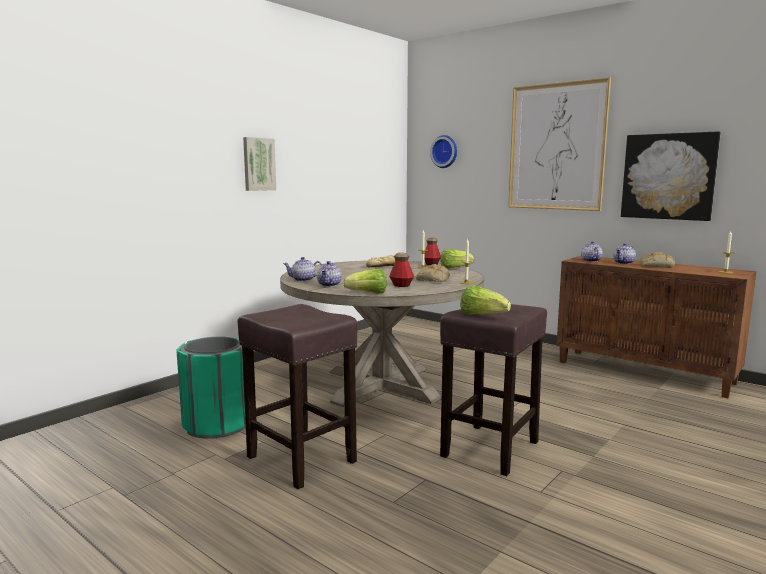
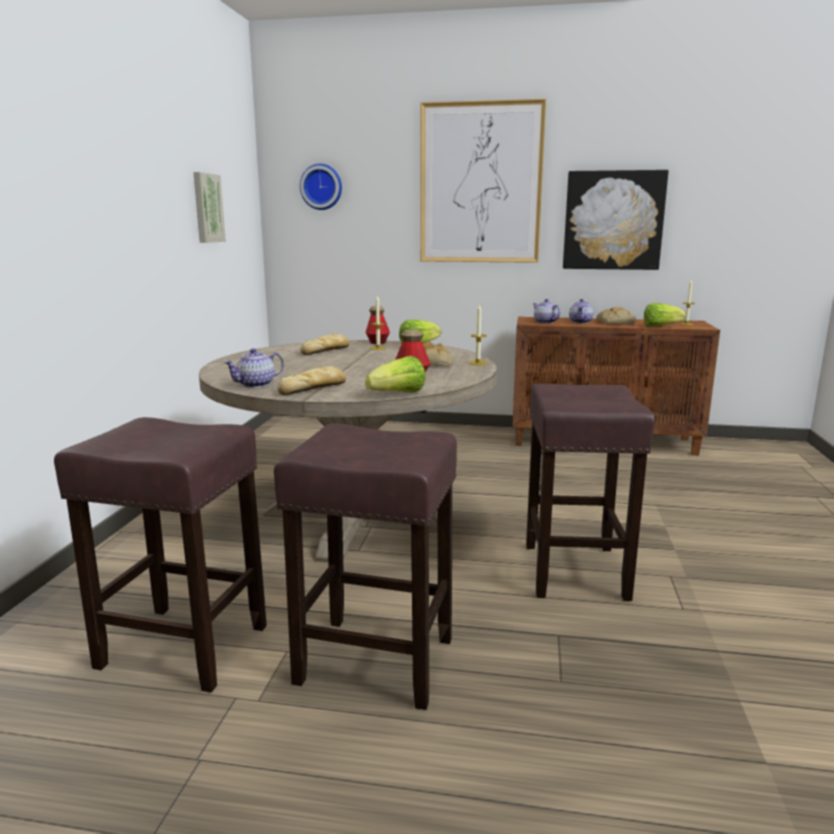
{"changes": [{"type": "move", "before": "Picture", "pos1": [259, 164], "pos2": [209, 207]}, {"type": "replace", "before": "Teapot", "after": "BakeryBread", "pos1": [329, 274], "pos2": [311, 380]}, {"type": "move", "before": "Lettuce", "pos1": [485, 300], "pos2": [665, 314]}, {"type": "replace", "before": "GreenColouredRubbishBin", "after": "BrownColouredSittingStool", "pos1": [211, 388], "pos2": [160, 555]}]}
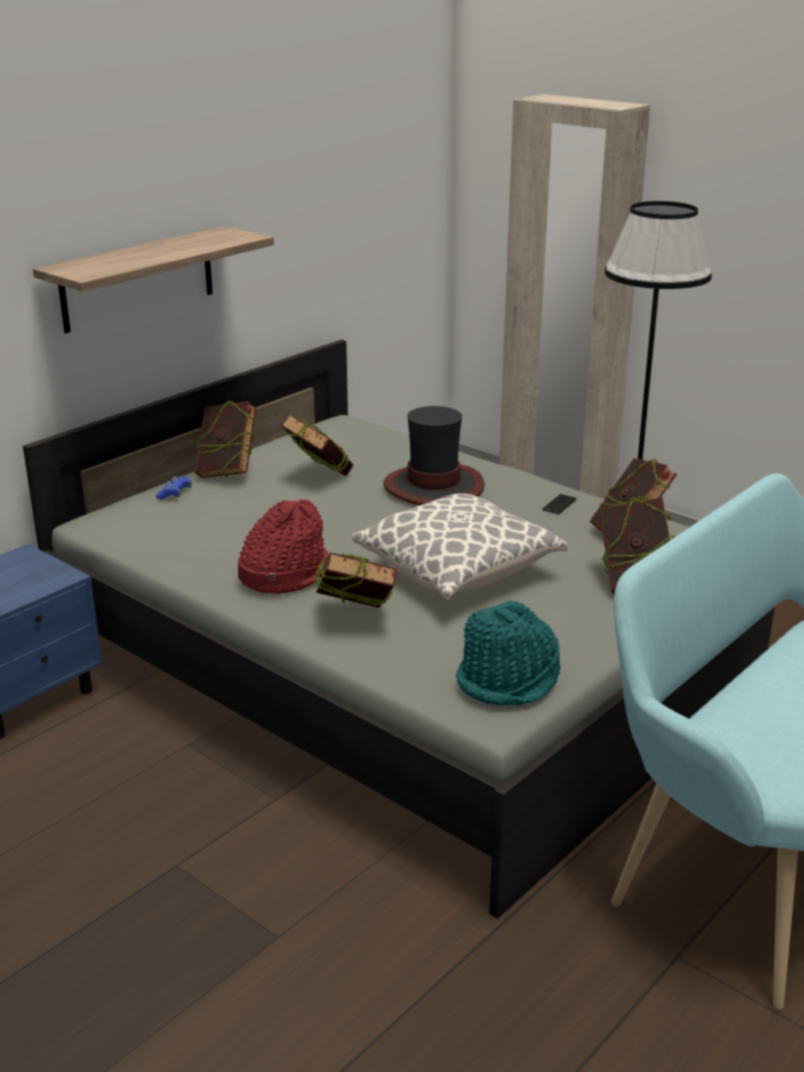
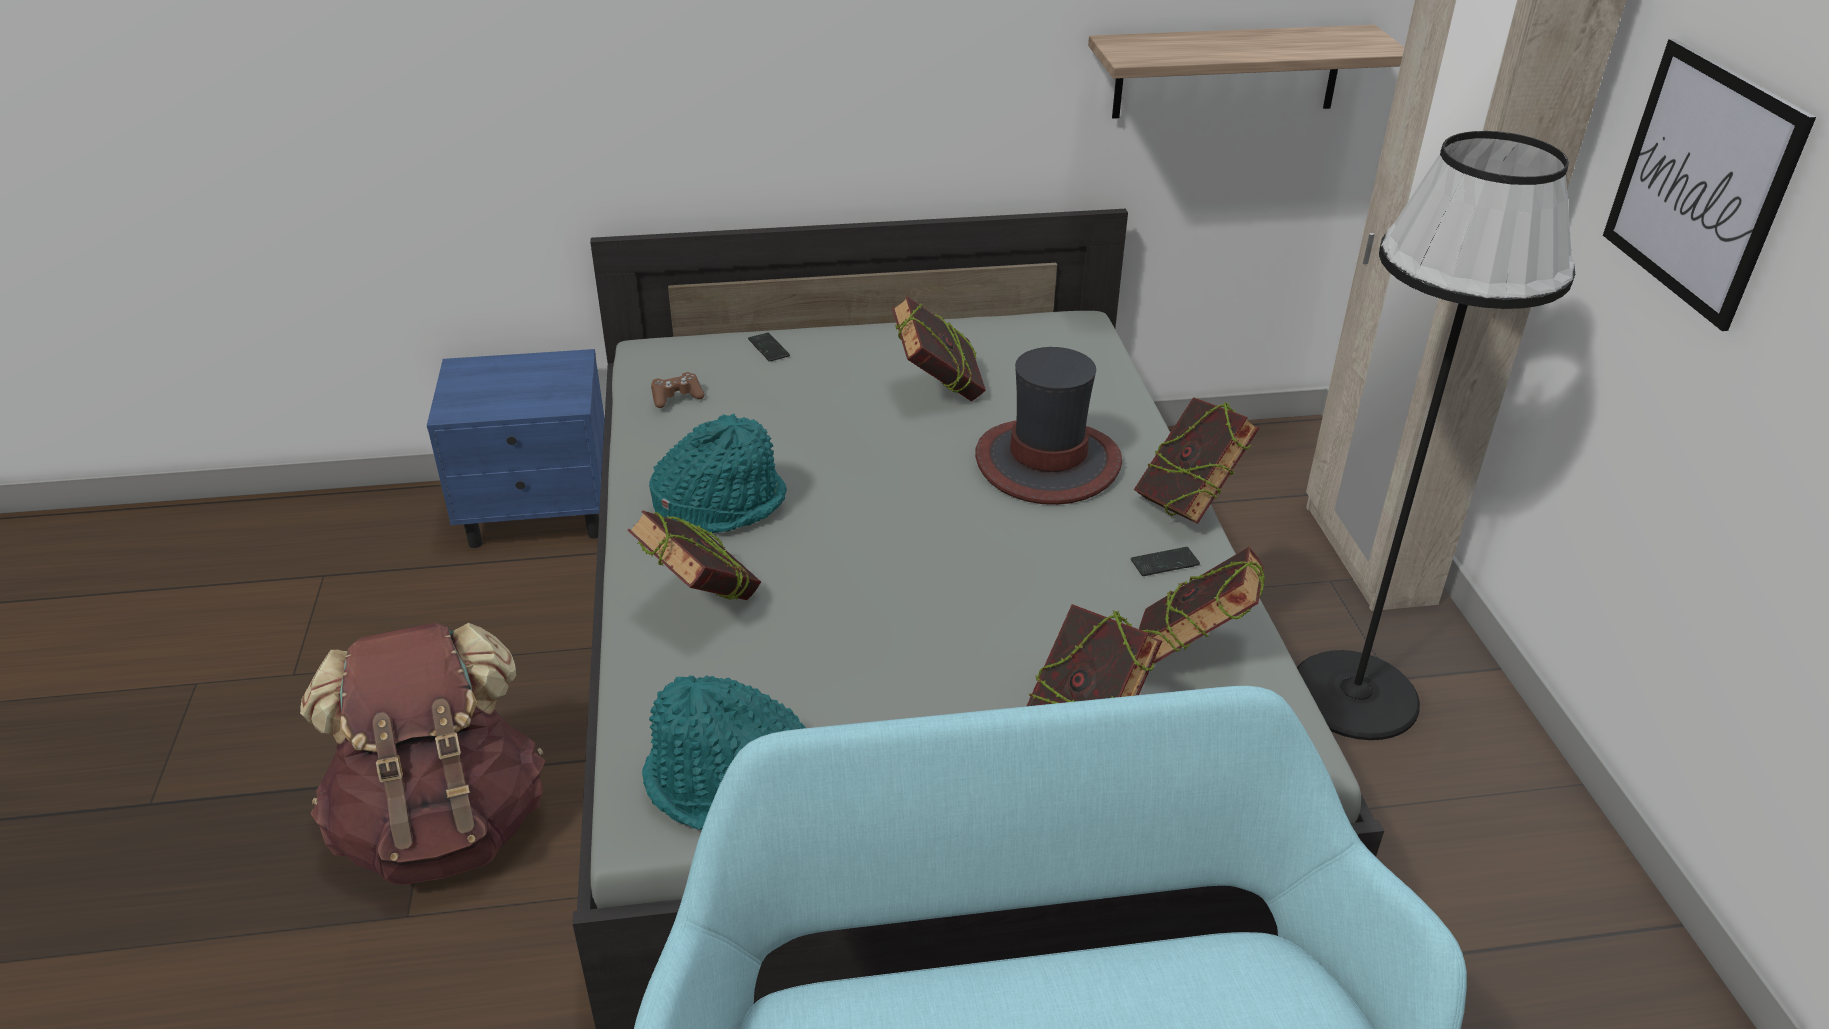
{"changes": [{"type": "move", "before": "BracketShelf", "pos1": [153, 279], "pos2": [1246, 72]}, {"type": "move", "before": "BoundBook", "pos1": [225, 439], "pos2": [1196, 460]}, {"type": "replace", "before": "BluishJoypad", "after": "Telephone", "pos1": [174, 487], "pos2": [769, 347]}, {"type": "delete", "before": "Cushion", "pos1": [460, 546]}, {"type": "recolor", "before": "ReddishHat", "after": "TurquoiseColouredHat", "pos1": [283, 546], "pos2": [718, 473]}, {"type": "insert", "after": "Picture", "pos2": [1709, 185]}, {"type": "insert", "after": "BrownColouredJoypad", "pos2": [678, 390]}, {"type": "insert", "after": "BrownColouredKnapsack", "pos2": [422, 754]}]}
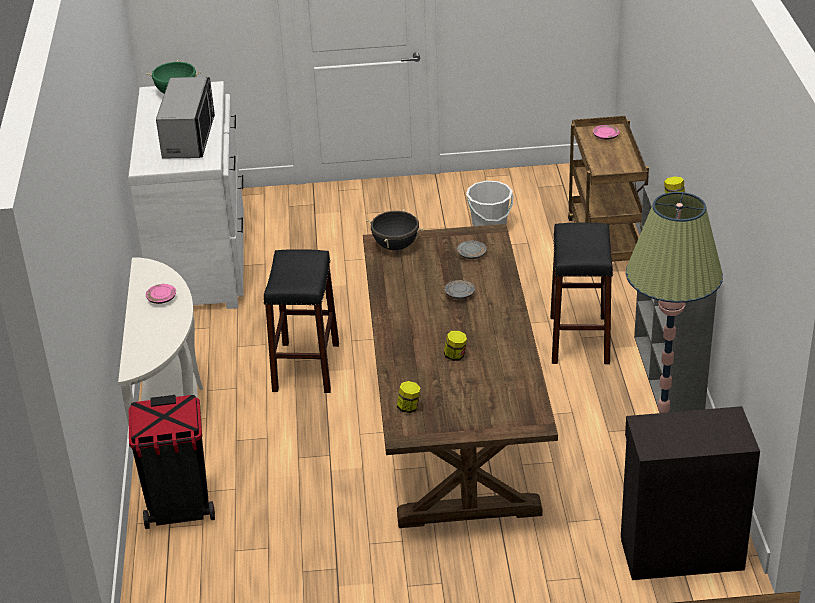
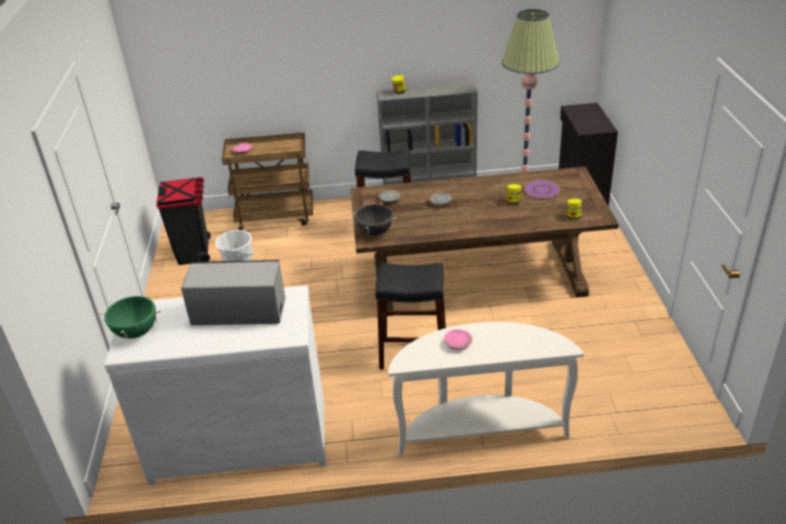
{"changes": [{"type": "move", "before": "BlackColouredRubbishBin", "pos1": [172, 462], "pos2": [183, 221]}, {"type": "insert", "after": "PurpleColouredPlate", "pos2": [542, 189]}]}
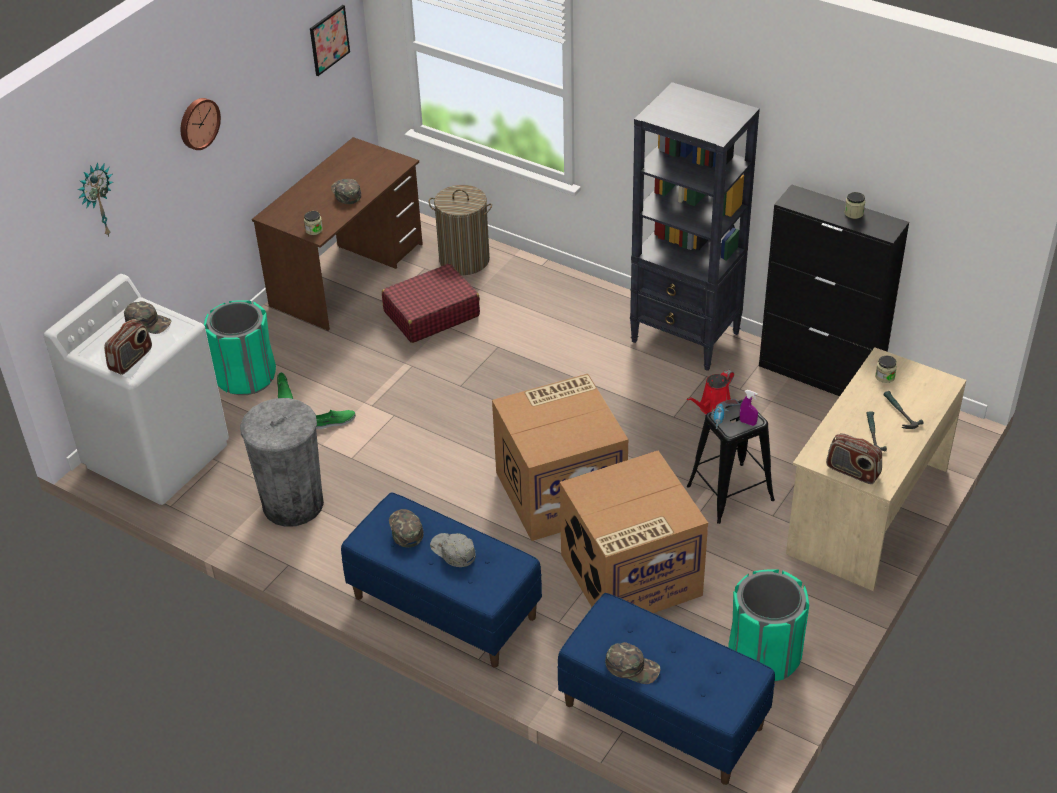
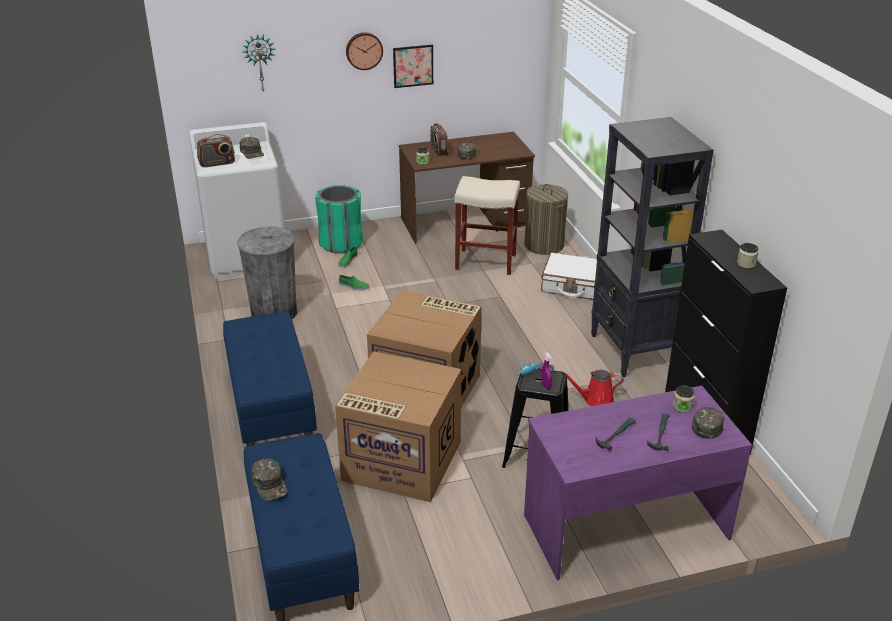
{"changes": [{"type": "move", "before": "Picture", "pos1": [330, 40], "pos2": [413, 66]}, {"type": "replace", "before": "ReddishTravelCase", "after": "BeigeSittingStool", "pos1": [431, 303], "pos2": [487, 225]}, {"type": "recolor", "before": "BeigeDeskUnit", "after": "PurpleColouredDeskUnit", "pos1": [876, 469], "pos2": [638, 483]}, {"type": "move", "before": "Radio", "pos1": [854, 458], "pos2": [439, 139]}, {"type": "move", "before": "GreenColouredCap", "pos1": [406, 528], "pos2": [708, 423]}, {"type": "delete", "before": "GreyishCap", "pos1": [453, 550]}, {"type": "delete", "before": "GreenColouredRubbishBin", "pos1": [768, 625]}, {"type": "insert", "after": "WhitishTravelCase", "pos2": [569, 276]}]}
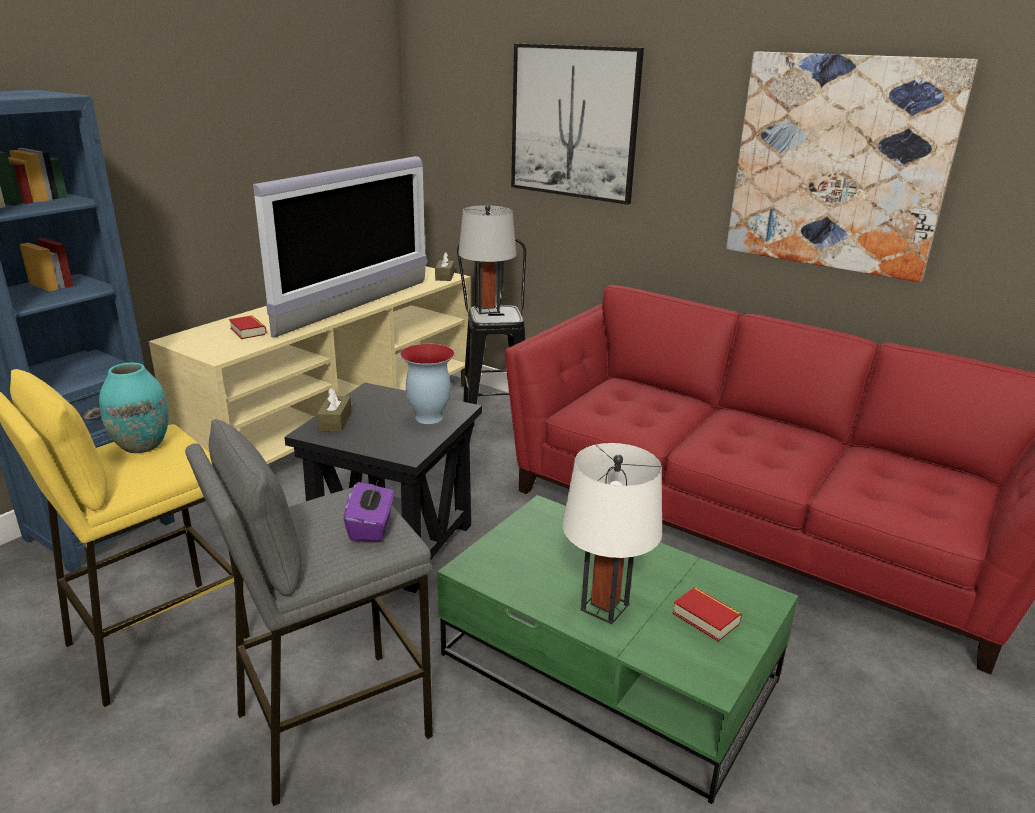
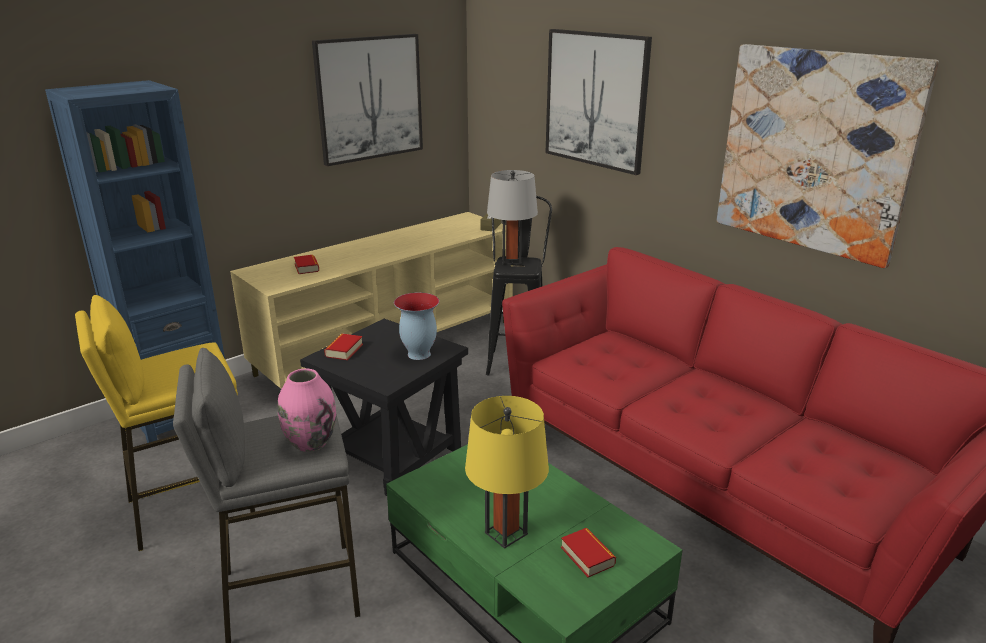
{"changes": [{"type": "delete", "before": "TvSet", "pos1": [340, 247]}, {"type": "delete", "before": "TurquoiseColouredFlowerVase", "pos1": [134, 408]}, {"type": "replace", "before": "BrownColouredTissueHolder", "after": "BoundBook", "pos1": [334, 410], "pos2": [343, 346]}, {"type": "recolor", "before": "WhitishLampForATable", "after": "YellowLampForATable", "pos1": [612, 533], "pos2": [507, 472]}, {"type": "replace", "before": "PurpleColouredTissueHolder", "after": "PinkishFlowerVase", "pos1": [368, 510], "pos2": [307, 410]}, {"type": "insert", "after": "Picture", "pos2": [367, 100]}]}
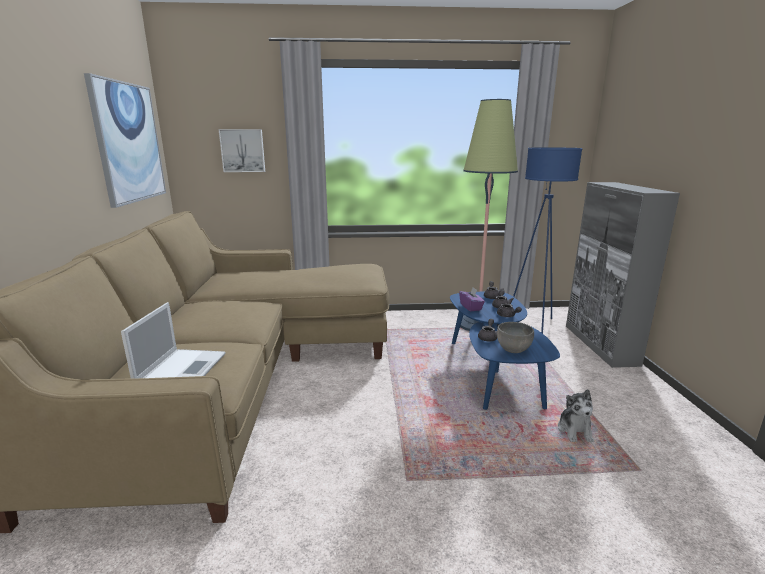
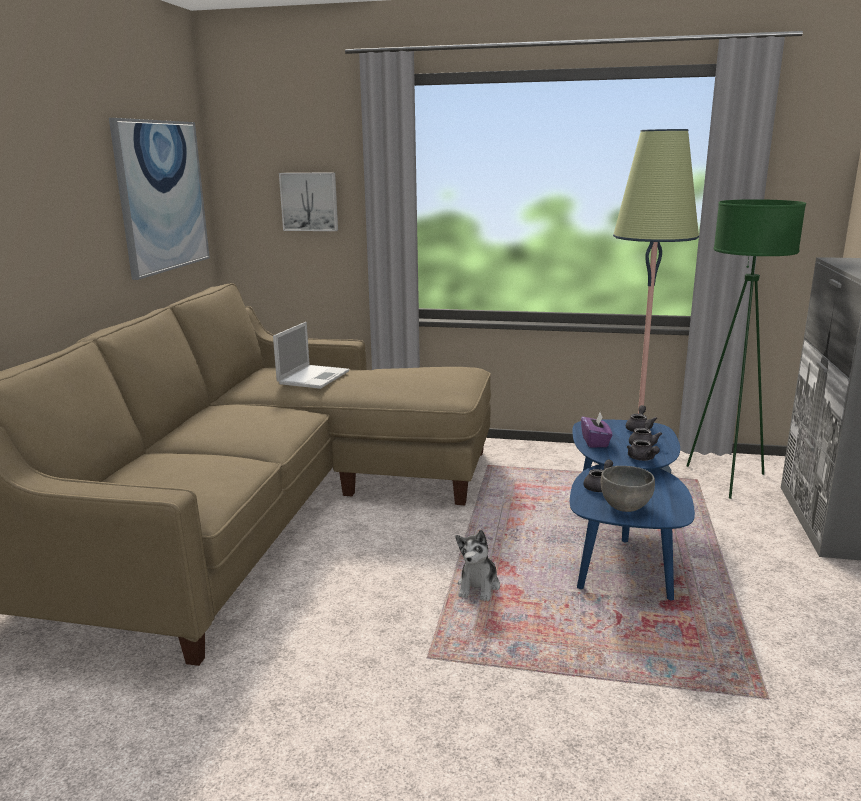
{"changes": [{"type": "recolor", "before": "BluishStandingLamp", "after": "GreenColouredStandingLamp", "pos1": [547, 240], "pos2": [746, 349]}, {"type": "move", "before": "NotebookComputer", "pos1": [173, 340], "pos2": [311, 355]}, {"type": "move", "before": "SoftToy", "pos1": [576, 415], "pos2": [478, 565]}]}
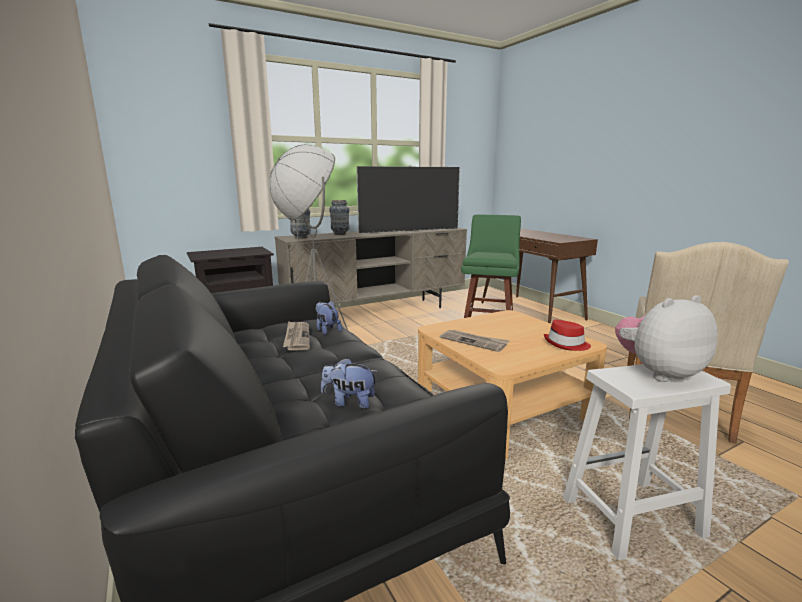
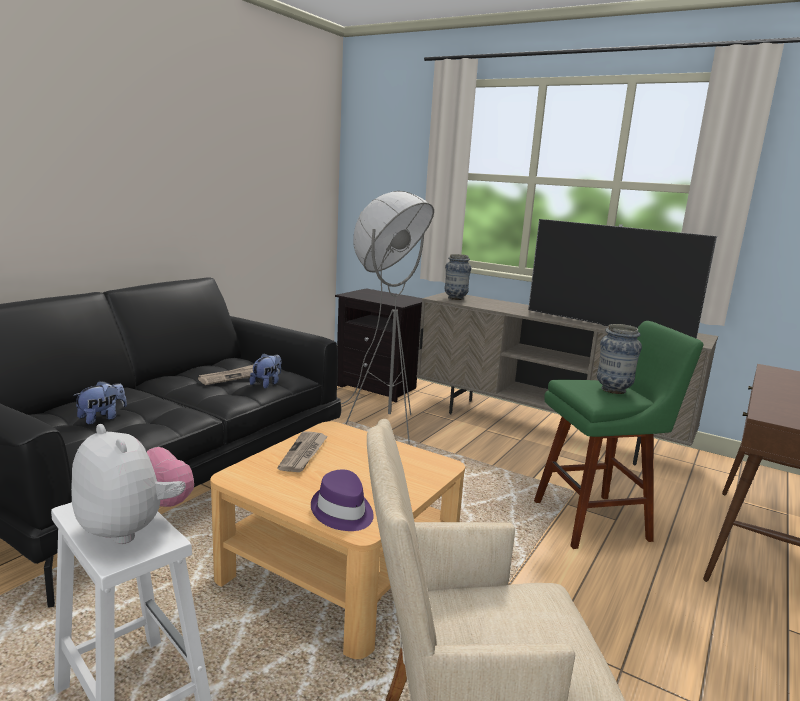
{"changes": [{"type": "move", "before": "FlowerVase", "pos1": [339, 217], "pos2": [619, 359]}, {"type": "recolor", "before": "ReddishHat", "after": "PurpleColouredHat", "pos1": [567, 335], "pos2": [342, 500]}, {"type": "rotate", "before": "SoftToy", "pos1": [349, 383], "pos2": [100, 403], "turn": 60}]}
